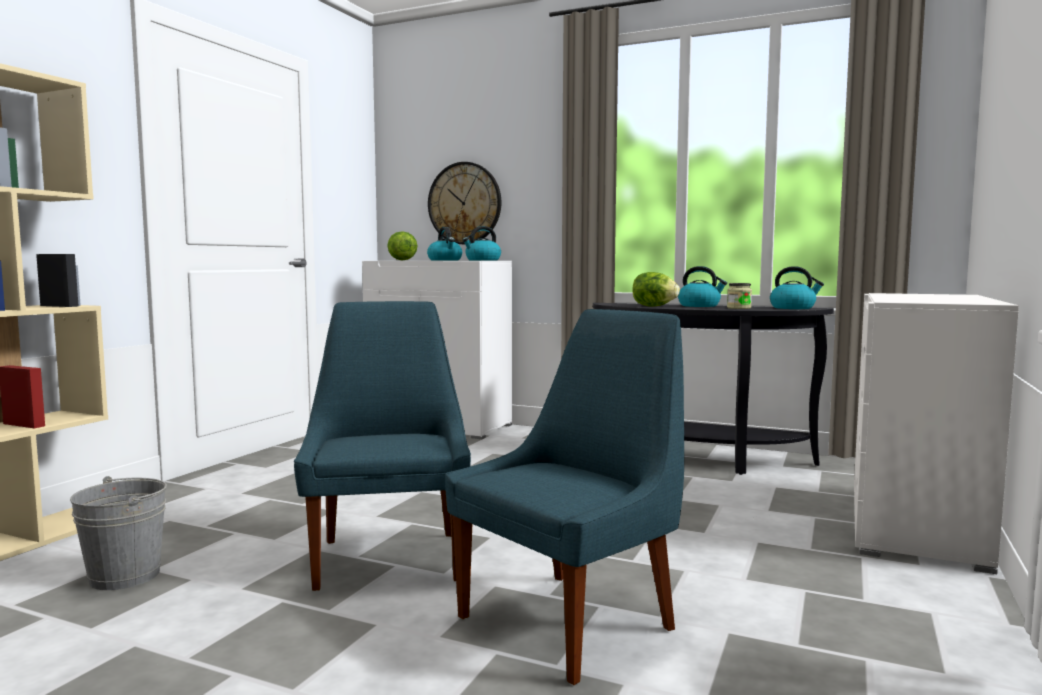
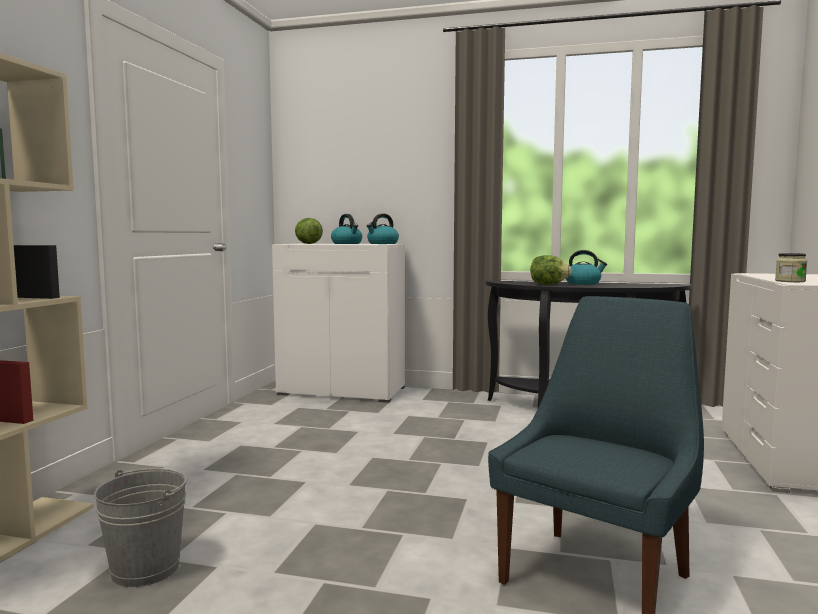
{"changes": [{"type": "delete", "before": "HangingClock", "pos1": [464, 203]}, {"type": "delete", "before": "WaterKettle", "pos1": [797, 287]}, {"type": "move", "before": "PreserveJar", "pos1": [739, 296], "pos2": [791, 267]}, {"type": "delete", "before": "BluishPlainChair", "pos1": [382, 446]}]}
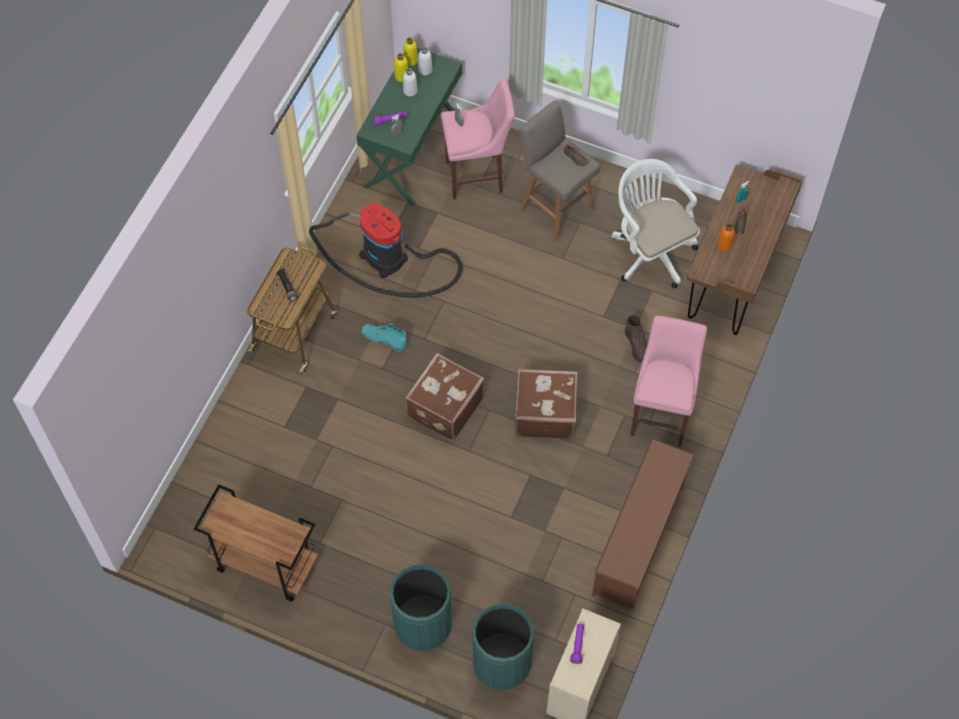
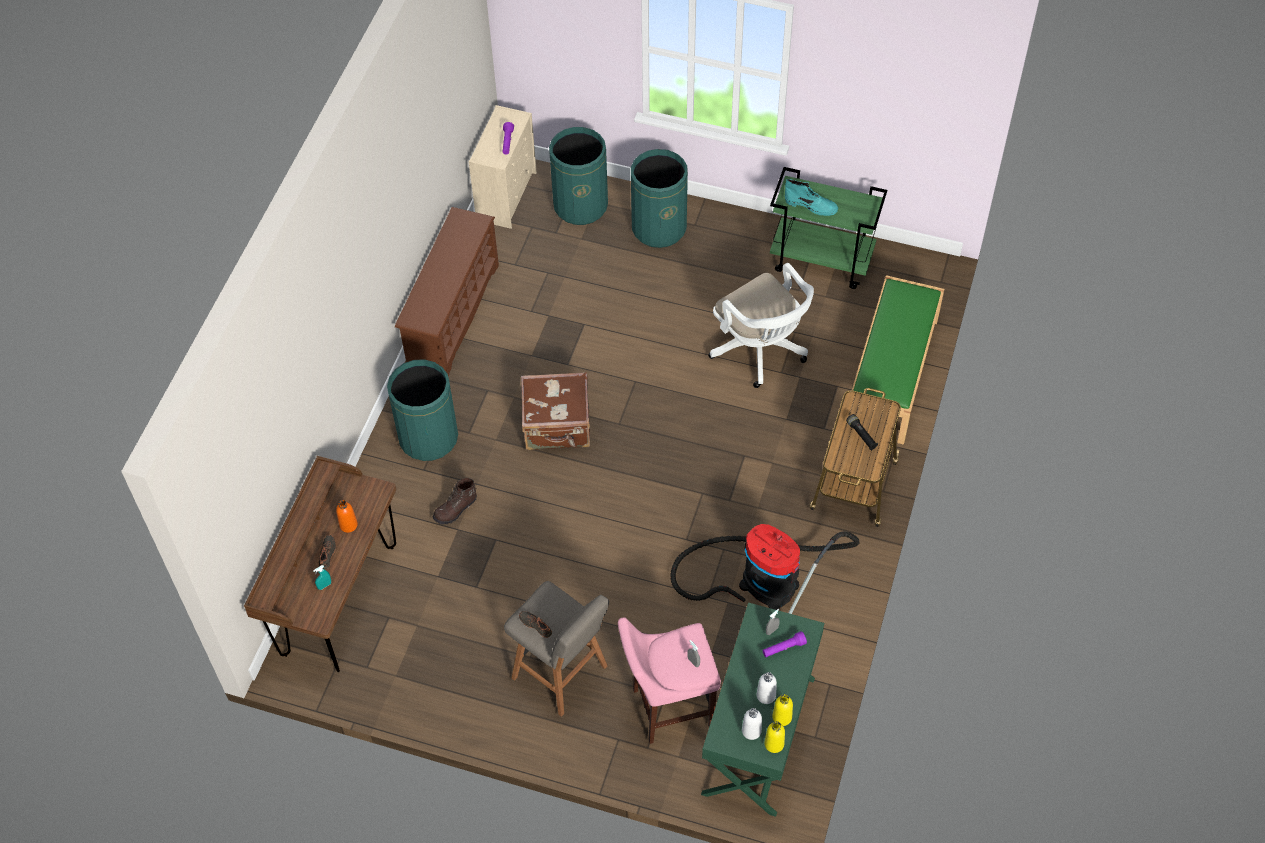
{"changes": [{"type": "move", "before": "WhitishComputerChair", "pos1": [655, 223], "pos2": [761, 325]}, {"type": "rotate", "before": "BrownColouredHighTopBoot", "pos1": [636, 338], "pos2": [455, 501], "turn": -105}, {"type": "replace", "before": "PinkishSittingStool", "after": "GreenColouredRubbishBin", "pos1": [668, 381], "pos2": [422, 410]}, {"type": "move", "before": "TurquoiseColouredHighTopBoot", "pos1": [384, 337], "pos2": [811, 197]}, {"type": "delete", "before": "BrownColouredTravelCase", "pos1": [444, 397]}, {"type": "recolor", "before": "BrownColouredTrolley", "after": "GreenColouredTrolley", "pos1": [256, 543], "pos2": [828, 228]}, {"type": "insert", "after": "GreenColouredLongSeat", "pos2": [896, 360]}]}
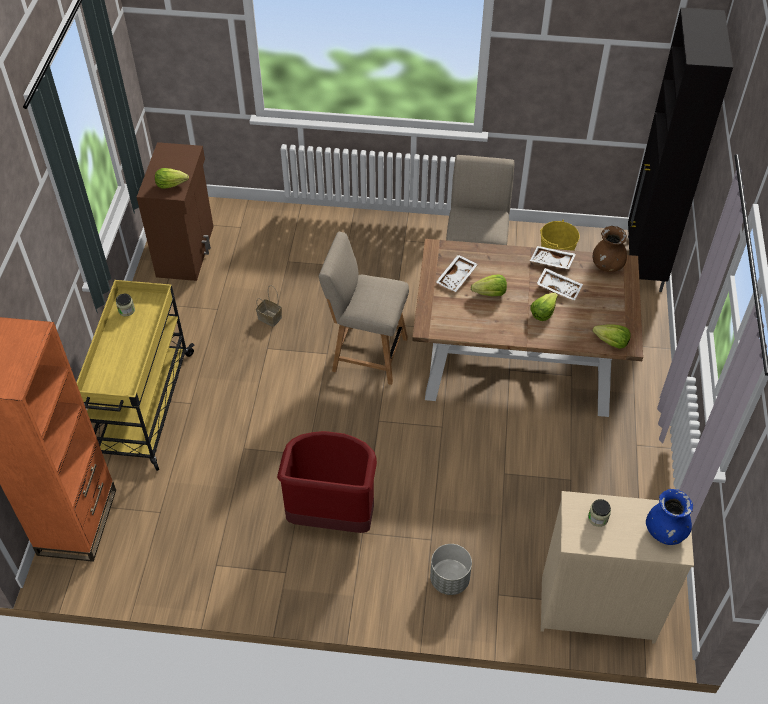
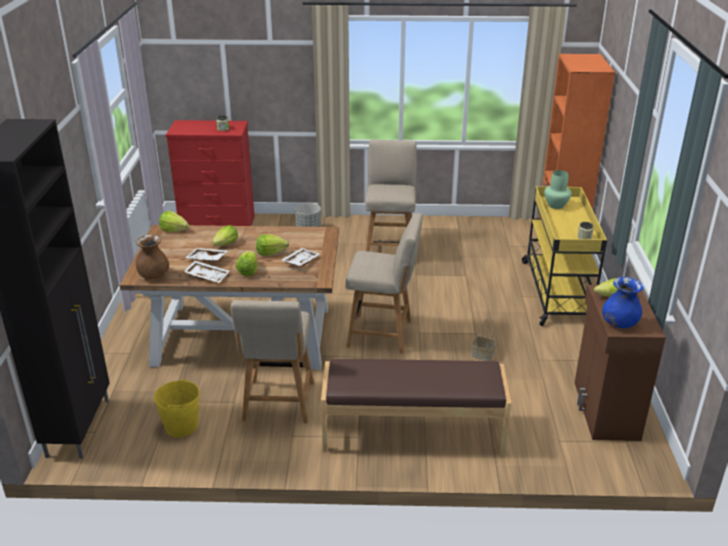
{"changes": [{"type": "replace", "before": "ReddishRubbishBin", "after": "BeigePlainChair", "pos1": [327, 482], "pos2": [391, 196]}, {"type": "move", "before": "BluishFlowerVase", "pos1": [669, 517], "pos2": [623, 302]}, {"type": "recolor", "before": "BeigeDresser", "after": "ReddishDresser", "pos1": [617, 567], "pos2": [210, 173]}, {"type": "insert", "after": "GreenColouredFlowerVase", "pos2": [558, 189]}, {"type": "insert", "after": "Lettuce", "pos2": [247, 263]}, {"type": "insert", "after": "BrownColouredLongSeat", "pos2": [416, 407]}]}
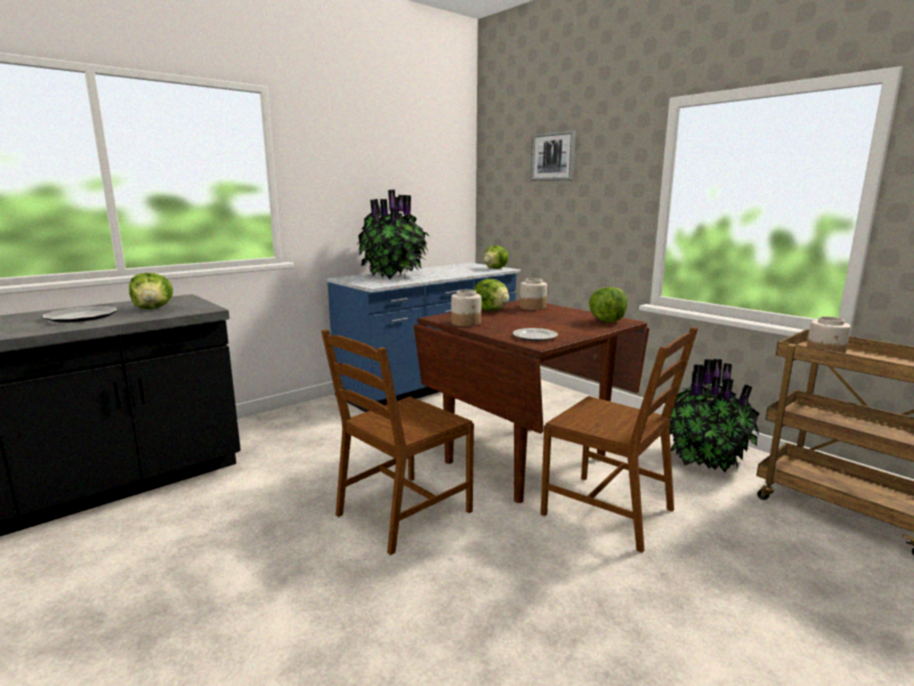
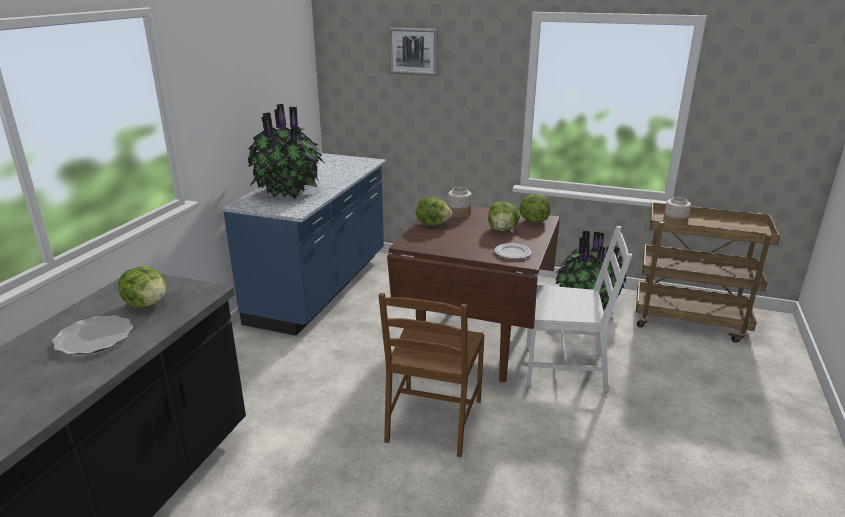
{"changes": [{"type": "move", "before": "Lettuce", "pos1": [496, 257], "pos2": [504, 216]}, {"type": "delete", "before": "PreserveJar", "pos1": [466, 308]}, {"type": "recolor", "before": "BrownColouredPlainChair", "after": "WhitishPlainChair", "pos1": [619, 440], "pos2": [579, 309]}]}
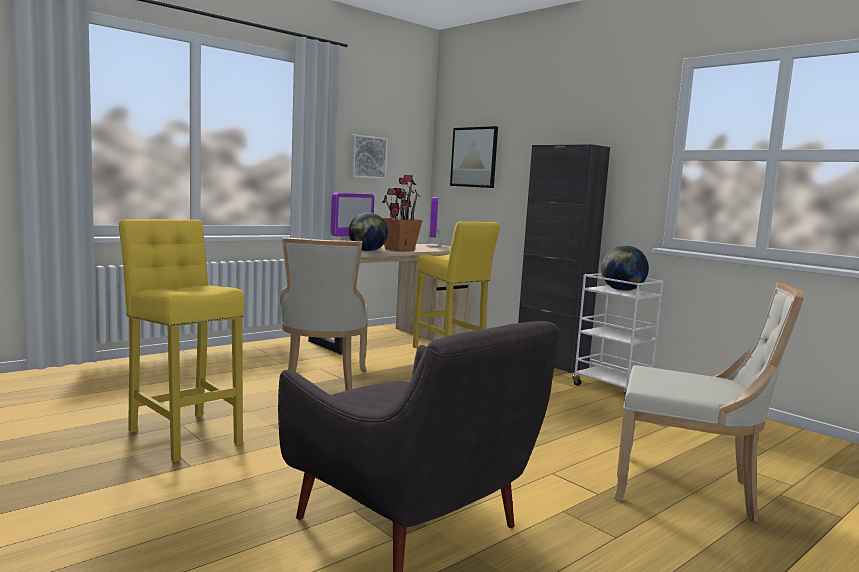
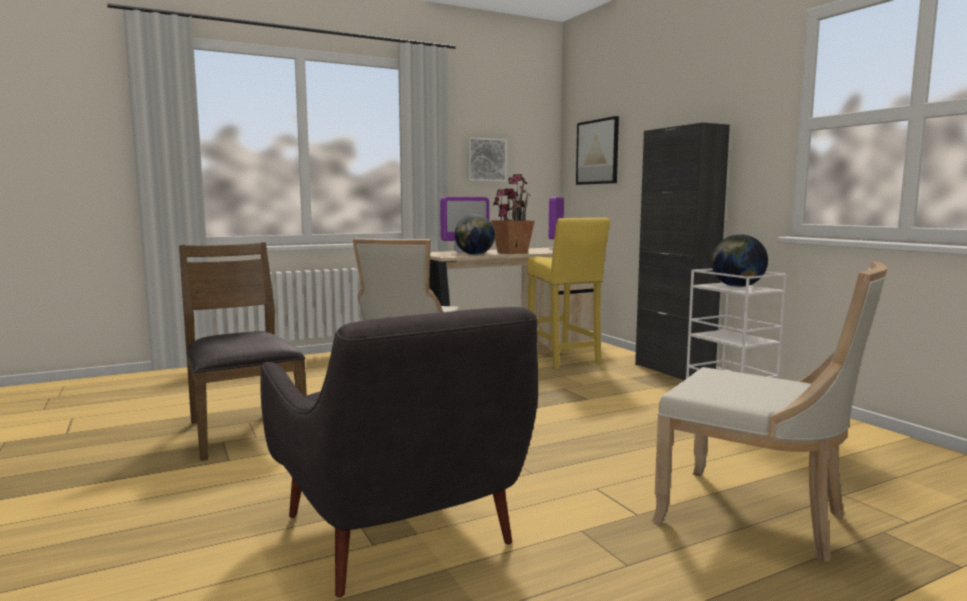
{"changes": [{"type": "replace", "before": "YellowSittingStool", "after": "BrownColouredPlainChair", "pos1": [181, 340], "pos2": [243, 351]}]}
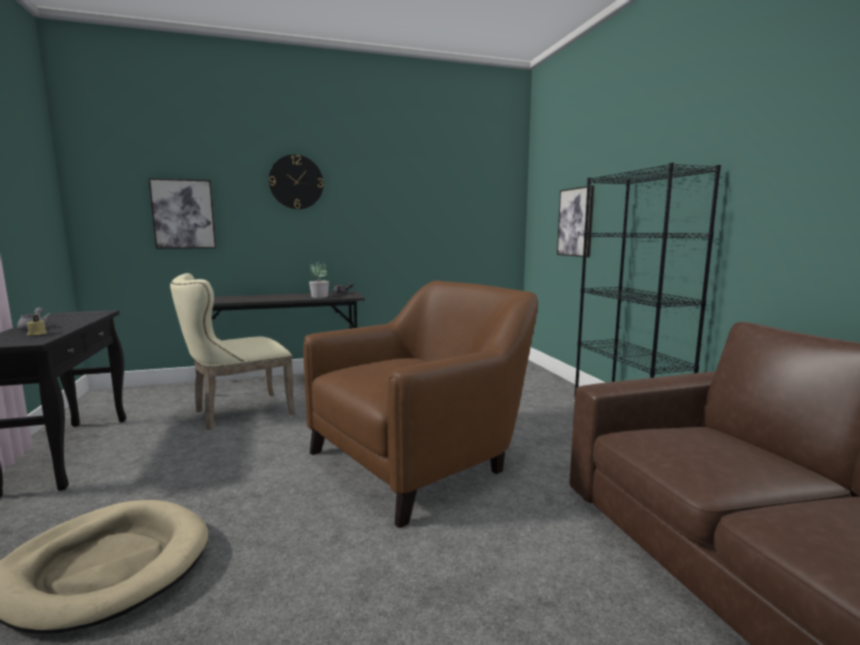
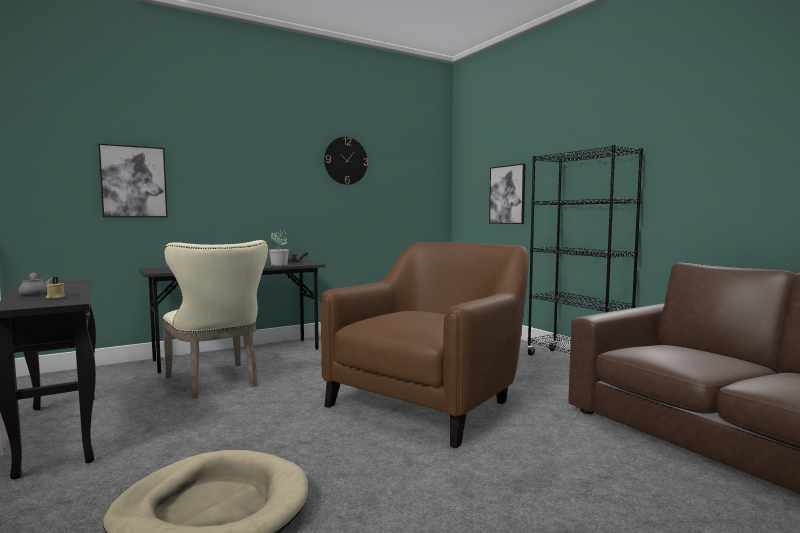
{"changes": [{"type": "move", "before": "HangingClock", "pos1": [296, 182], "pos2": [346, 161]}, {"type": "rotate", "before": "BeigePlainChair", "pos1": [232, 351], "pos2": [215, 319], "turn": -75}]}
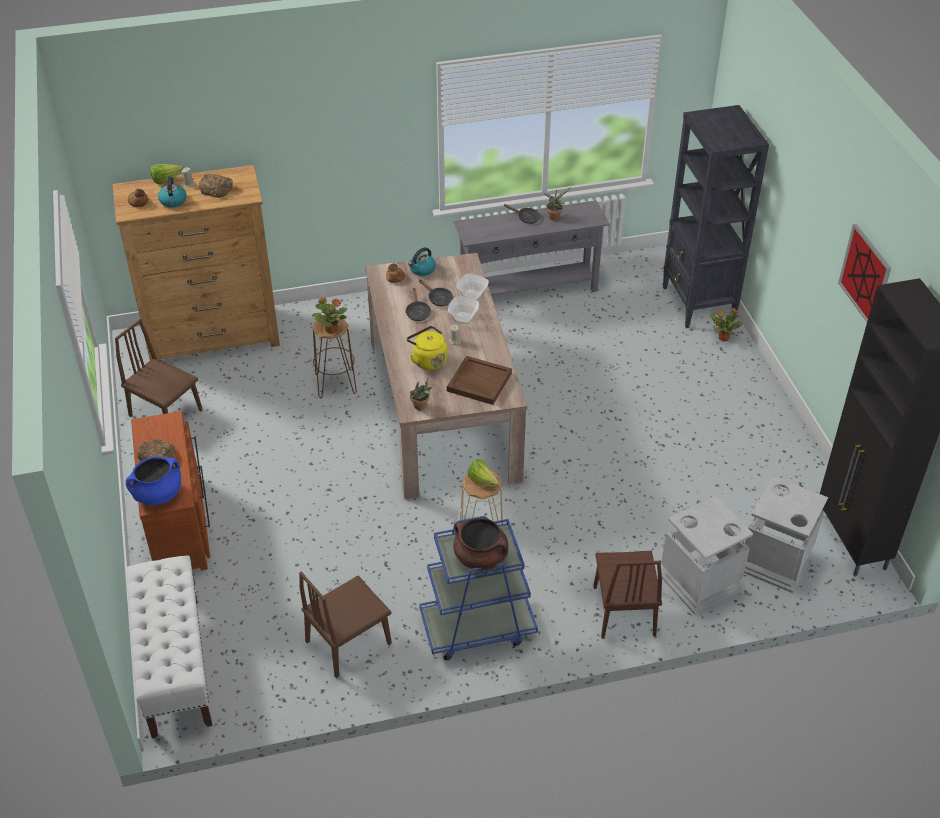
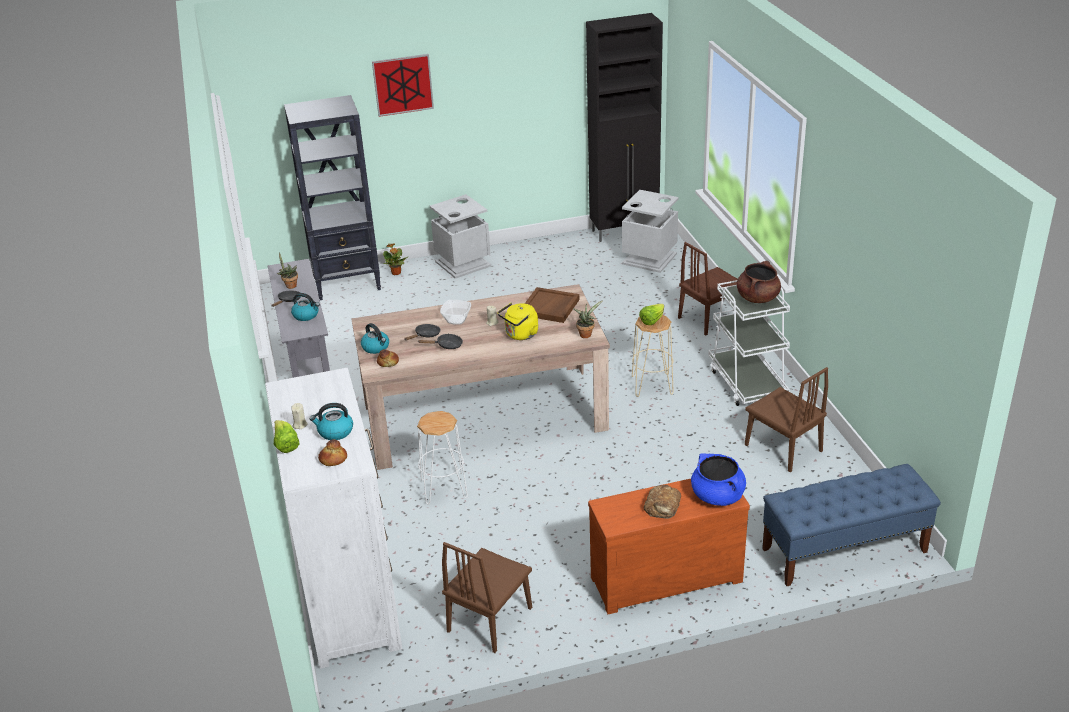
{"changes": [{"type": "recolor", "before": "BrownColouredDresser", "after": "WhitishDresser", "pos1": [196, 262], "pos2": [333, 518]}, {"type": "delete", "before": "BakeryBread", "pos1": [216, 186]}, {"type": "move", "before": "Picture", "pos1": [864, 273], "pos2": [403, 85]}, {"type": "delete", "before": "Bowl", "pos1": [473, 287]}, {"type": "delete", "before": "PottedPlant", "pos1": [330, 315]}, {"type": "recolor", "before": "BrownColouredSittingStool", "after": "WhitishSittingStool", "pos1": [334, 357], "pos2": [442, 458]}, {"type": "move", "before": "GreyishRubbishBin", "pos1": [707, 555], "pos2": [460, 236]}, {"type": "recolor", "before": "BluishTrolley", "after": "WhitishTrolley", "pos1": [478, 588], "pos2": [749, 343]}, {"type": "rotate", "before": "BrownColouredPlainChair", "pos1": [628, 595], "pos2": [708, 289], "turn": 150}, {"type": "recolor", "before": "WhitishLongSeat", "after": "BluishLongSeat", "pos1": [169, 646], "pos2": [851, 525]}, {"type": "insert", "after": "WaterKettle", "pos2": [305, 307]}]}
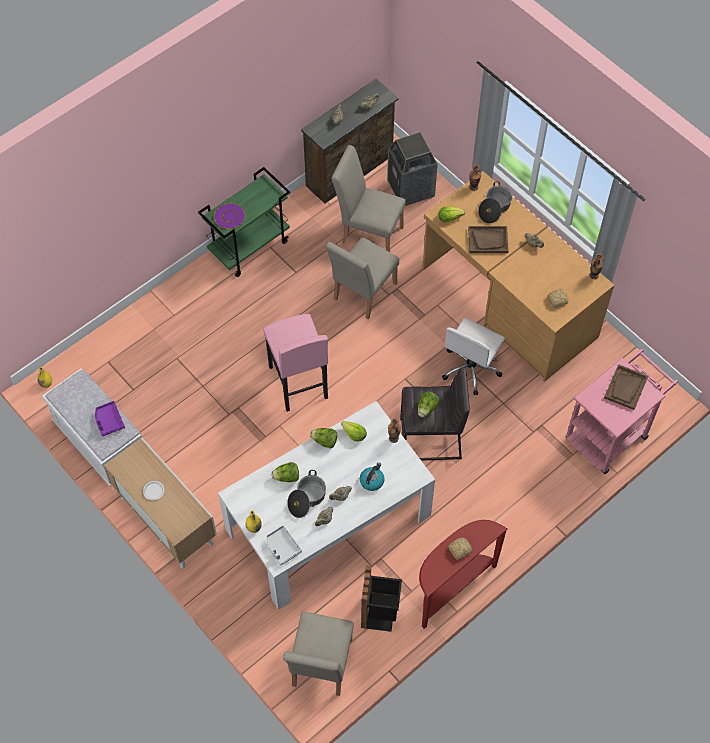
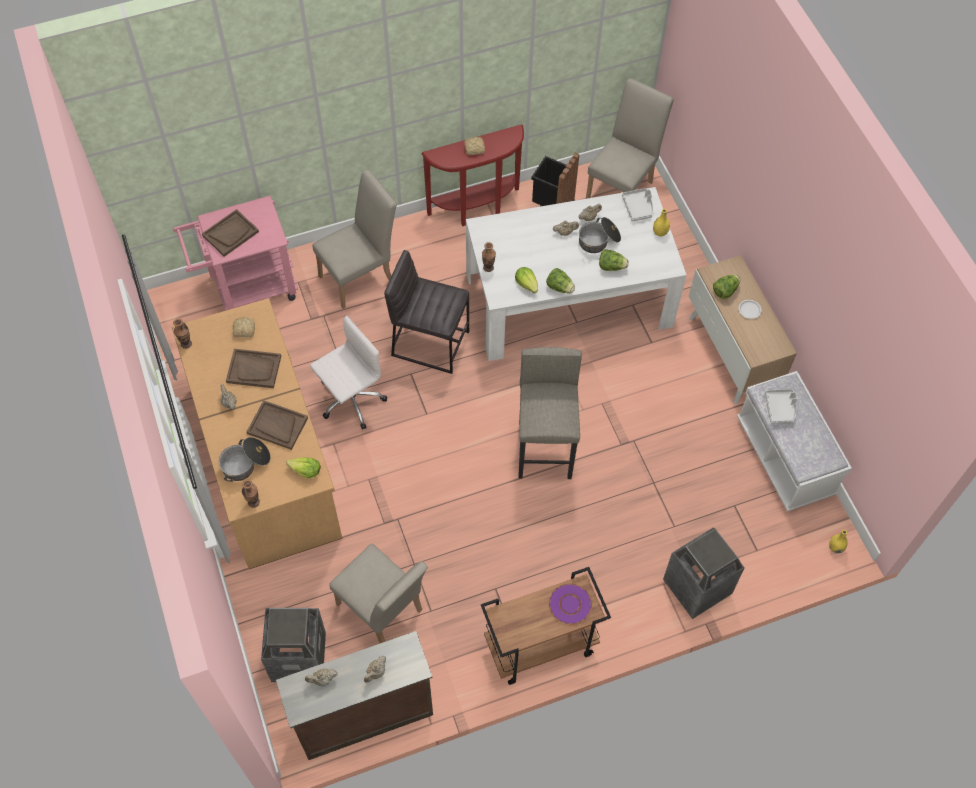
{"changes": [{"type": "recolor", "before": "GreenColouredTrolley", "after": "BrownColouredTrolley", "pos1": [244, 222], "pos2": [546, 626]}, {"type": "move", "before": "BeigePlainChair", "pos1": [362, 278], "pos2": [354, 239]}, {"type": "recolor", "before": "PinkishSittingStool", "after": "GreyishSittingStool", "pos1": [295, 363], "pos2": [550, 413]}, {"type": "move", "before": "Lettuce", "pos1": [428, 404], "pos2": [726, 286]}, {"type": "recolor", "before": "PurpleColouredCarryingTray", "after": "GreyishCarryingTray", "pos1": [110, 419], "pos2": [781, 406]}, {"type": "delete", "before": "WaterKettle", "pos1": [372, 476]}, {"type": "insert", "after": "BrownColouredCarryingTray", "pos2": [253, 368]}, {"type": "insert", "after": "RubbishBin", "pos2": [704, 573]}]}
